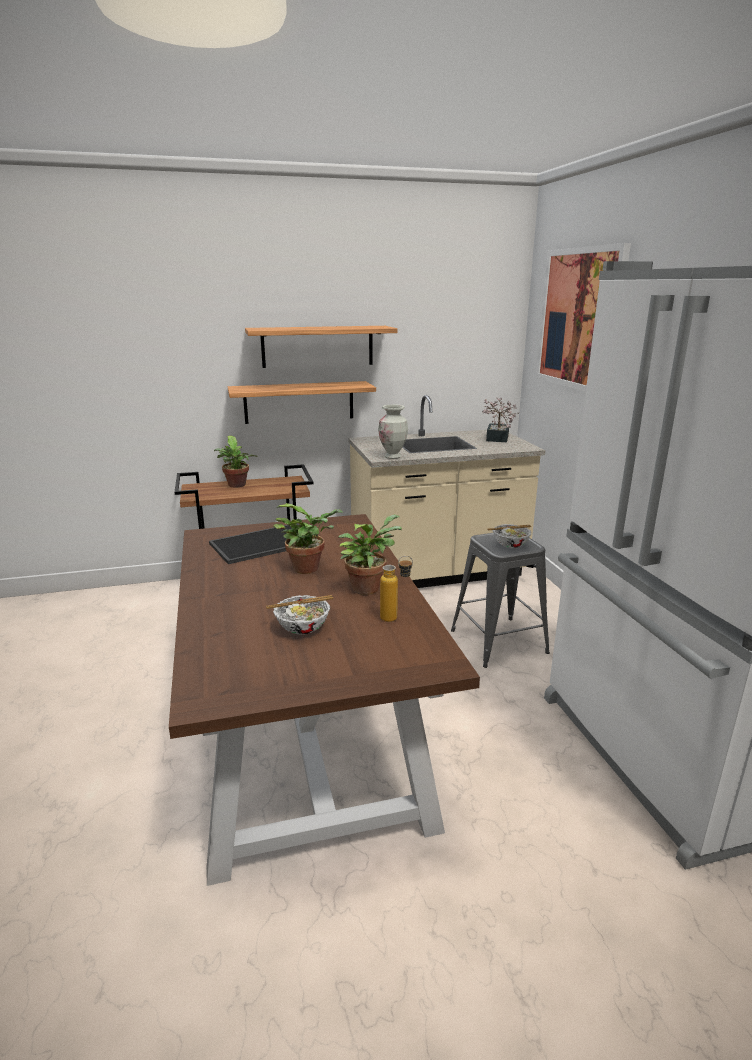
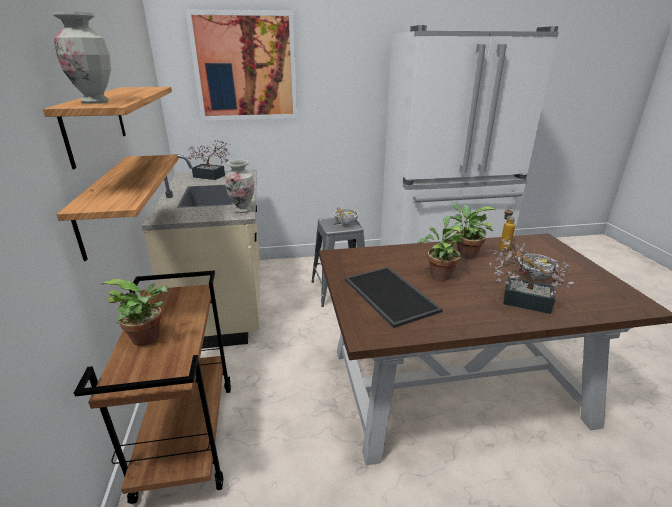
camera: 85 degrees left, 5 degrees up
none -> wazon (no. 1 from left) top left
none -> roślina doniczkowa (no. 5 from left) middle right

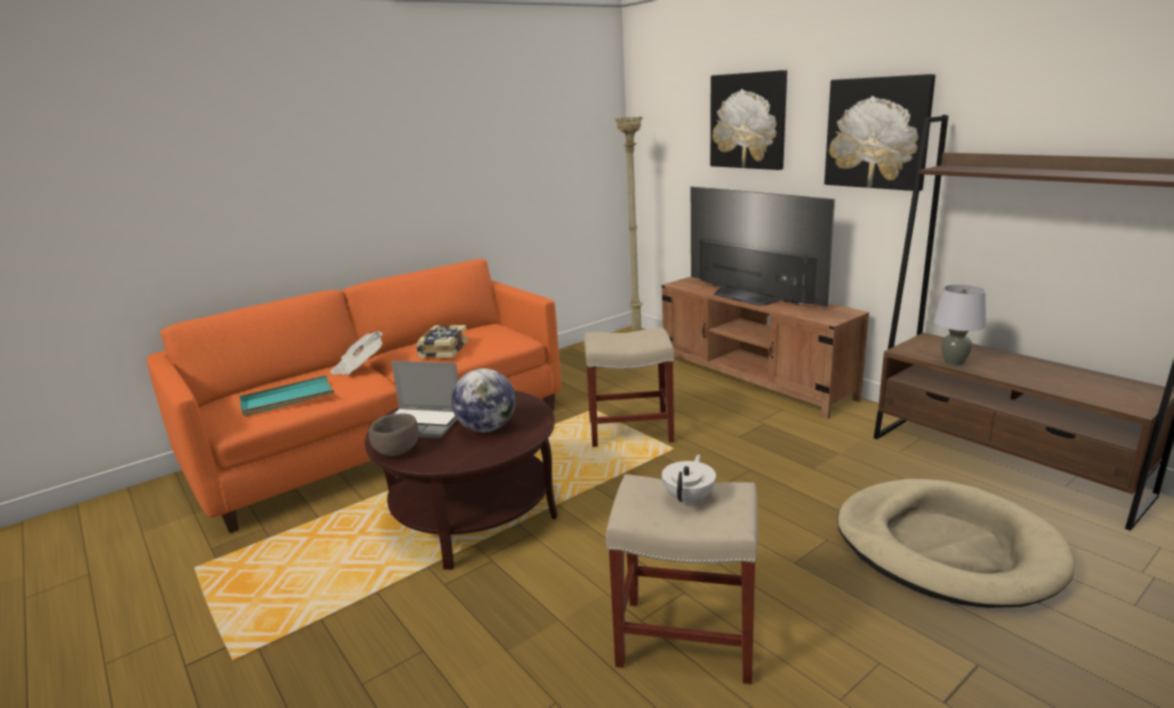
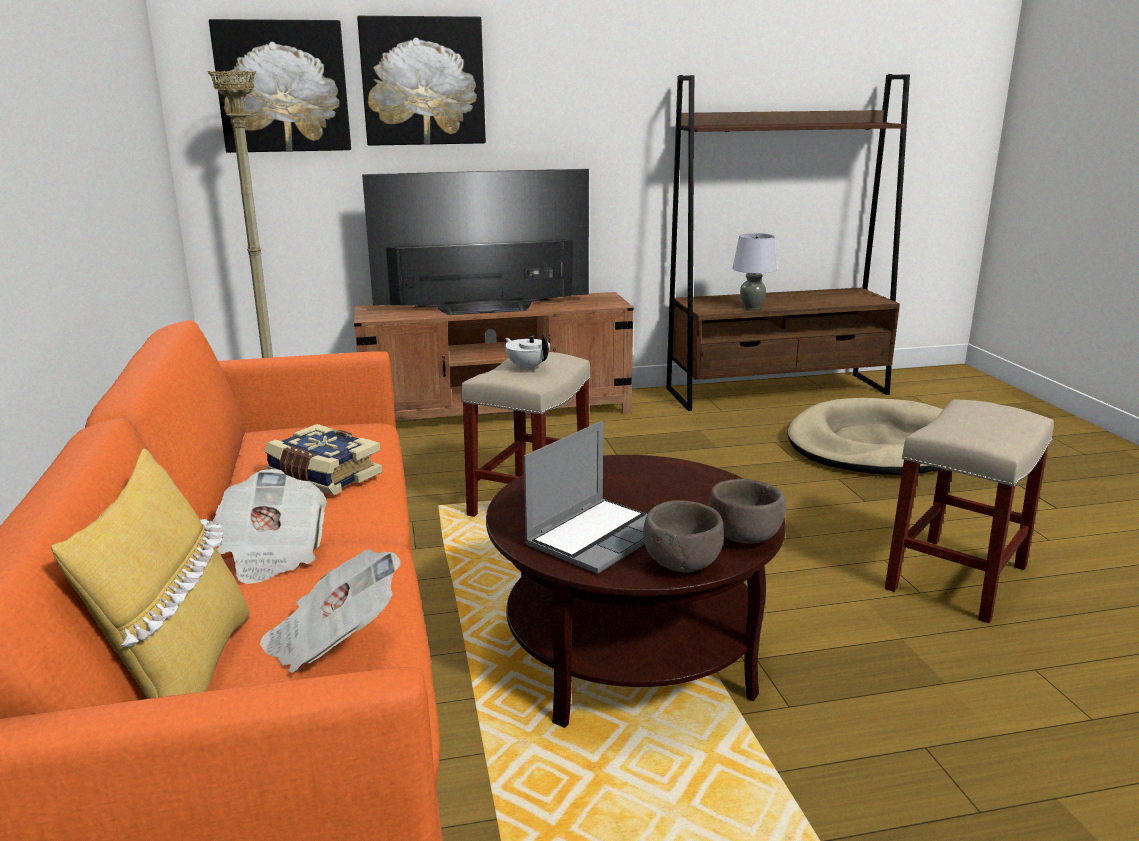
camera: 65 degrees left, 0 degrees up
none -> poduszka (żółty) bottom left
obraz (no. 2 from left in the first image) top right -> obraz (no. 1 from left) top left, relocated
taca (turkusowy) middle left -> gazeta (no. 2 from left) bottom left
imbryk (biały) bottom centre -> imbryk (biały) centre, relocated
none -> miska (brązowy) (no. 2 from left) centre
globus centre -> none

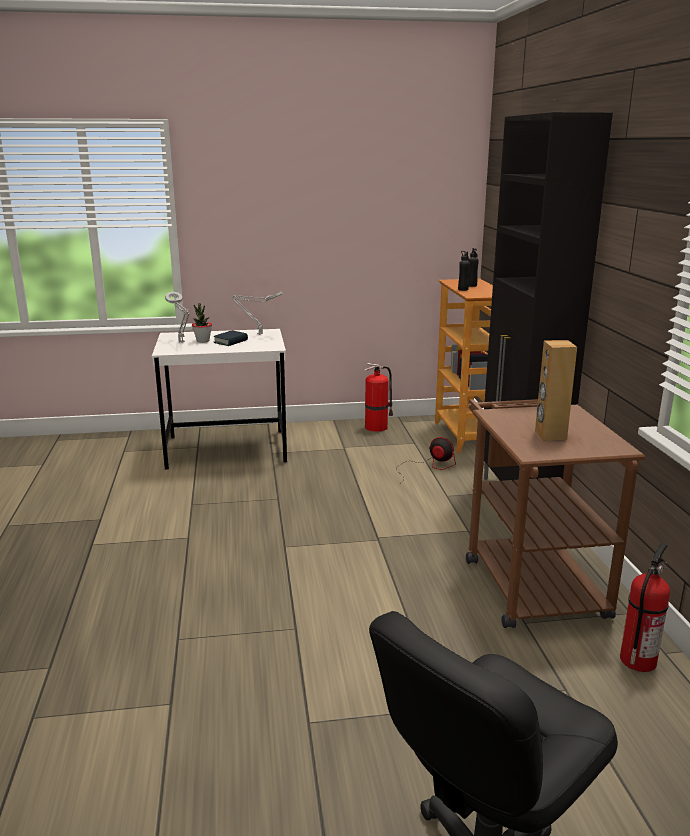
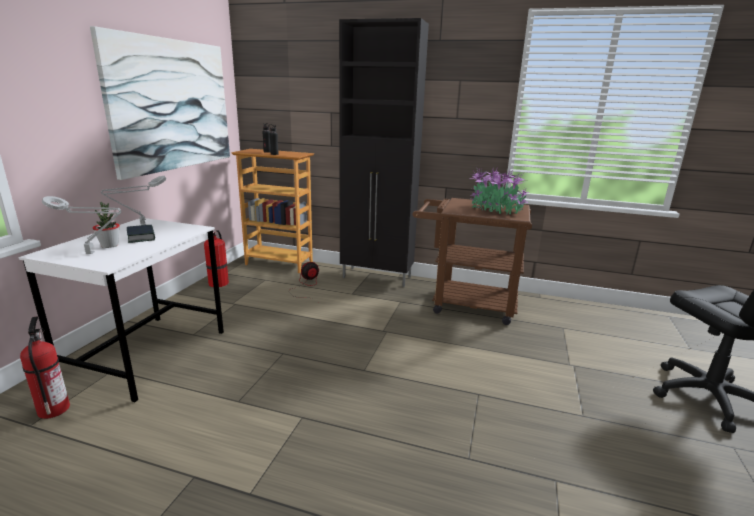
camera: 65 degrees left, 0 degrees up
gaśnica (no. 2 from left in the first image) bottom right -> gaśnica (no. 1 from left) bottom left, relocated
none -> obraz top left
głośnik (brązowy) middle right -> roślina doniczkowa (no. 2 from left) centre

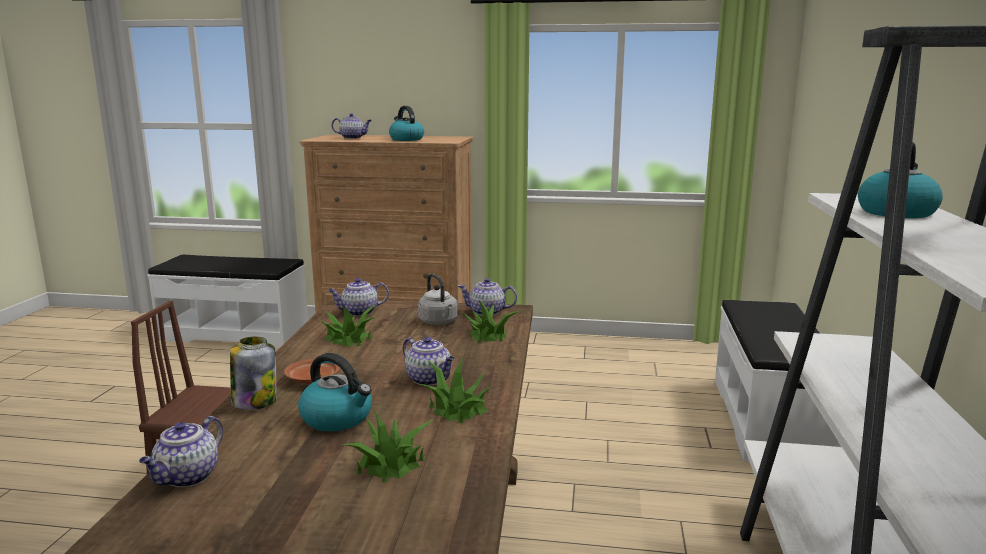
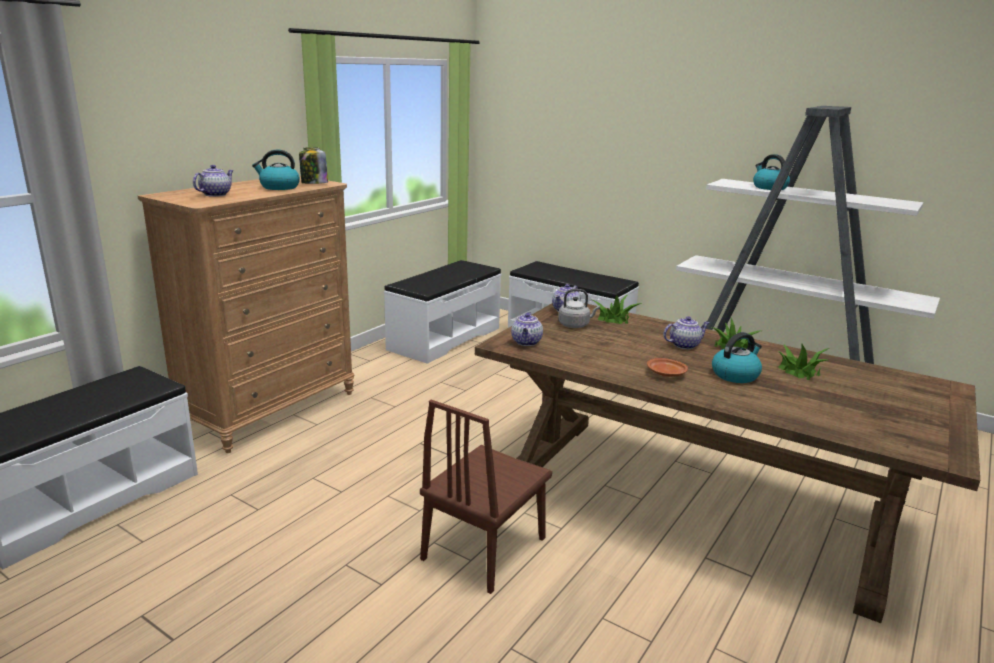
camera: 65 degrees left, 5 degrees up
słoik bottom left -> słoik top left, relocated
none -> ławka (biały) (no. 2 from left) centre
imbryk (no. 1 from left) bottom left -> none
roślina doniczkowa (no. 1 from left) centre -> none

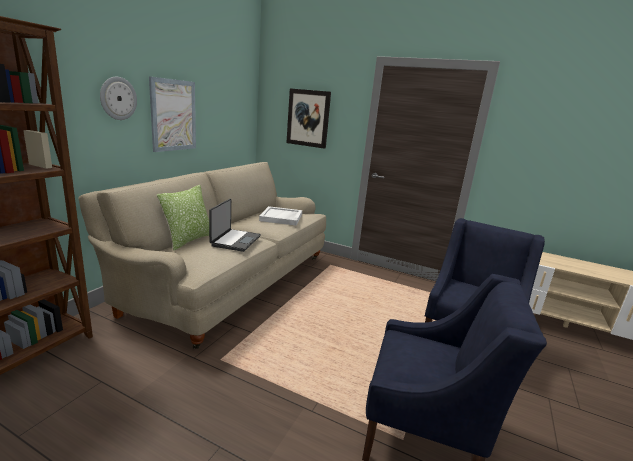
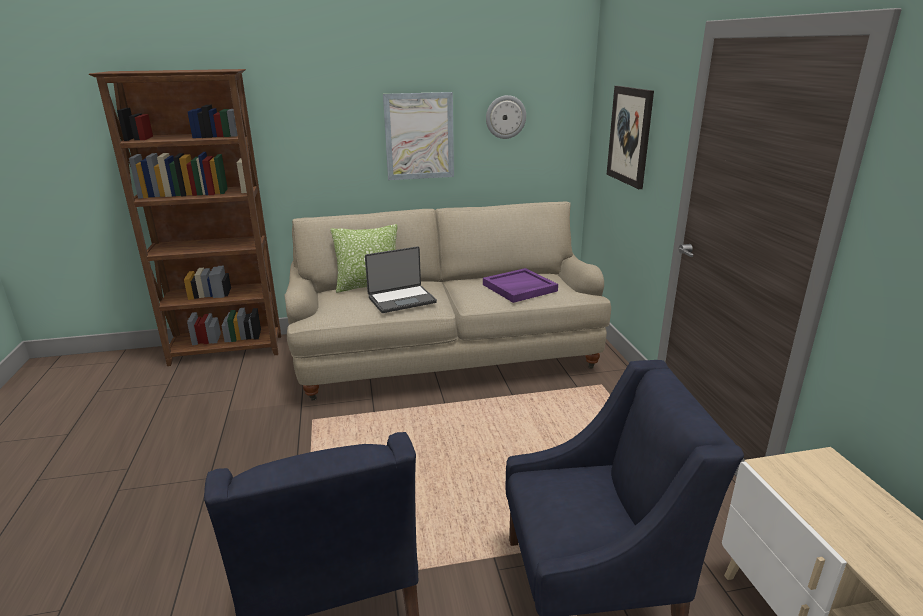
camera: 55 degrees right, 5 degrees up
taca (biały) centre -> taca (fioletowy) centre
zegar ścienny top left -> zegar ścienny top centre, relocated

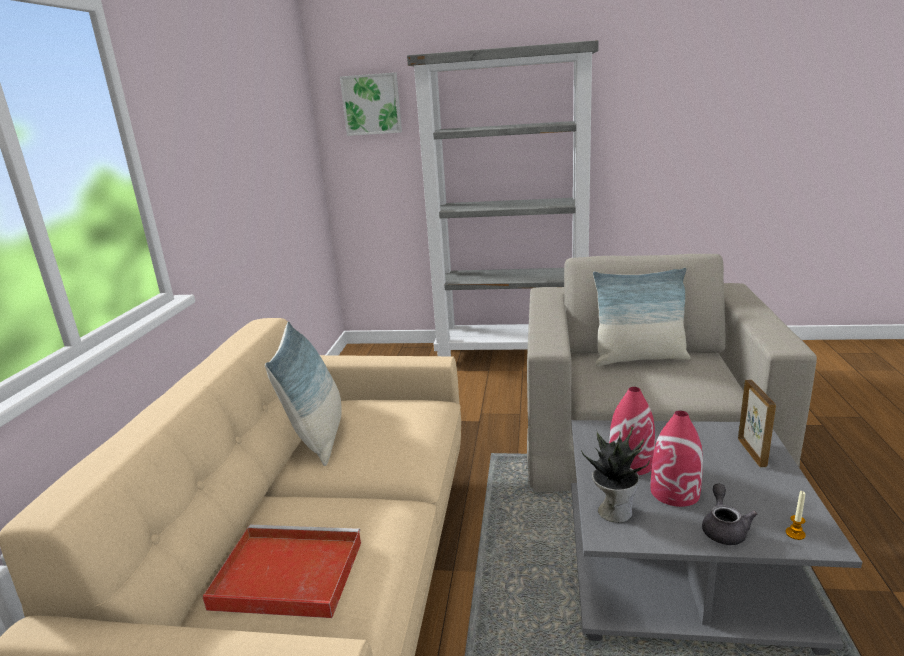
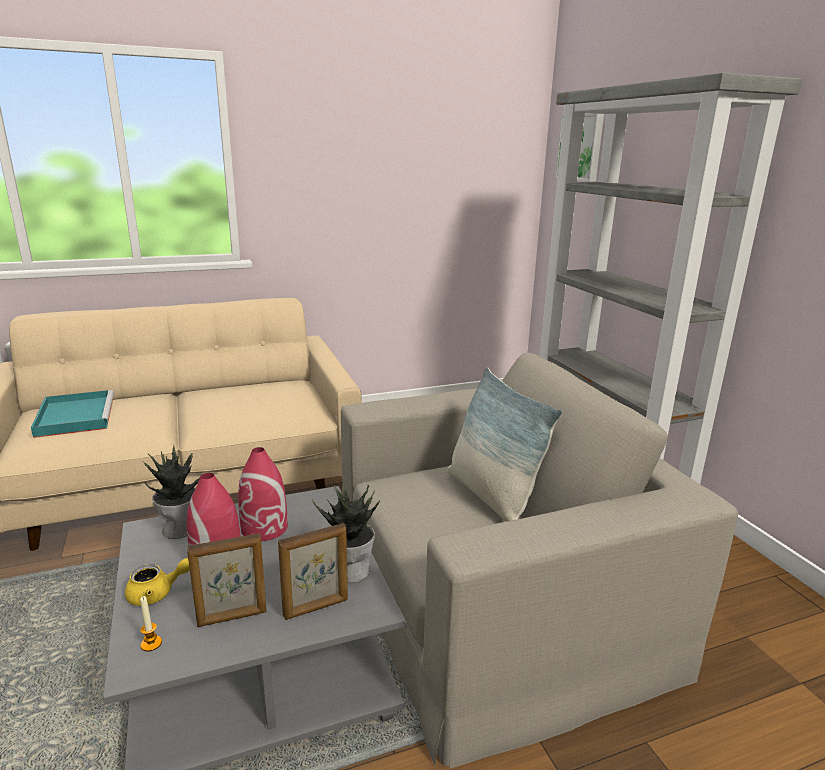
camera: 60 degrees right, 0 degrees up
taca (czerwony) bottom left -> taca (turkusowy) middle left
imbryk (szary) bottom right -> imbryk (żółty) bottom left
none -> ramka na zdjęcie (no. 1 from left) bottom left
none -> roślina doniczkowa (no. 2 from left) bottom centre
poduszka (no. 1 from left) centre -> none

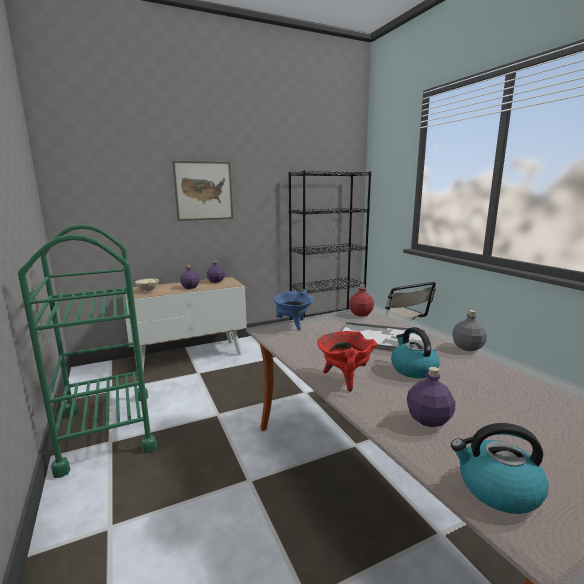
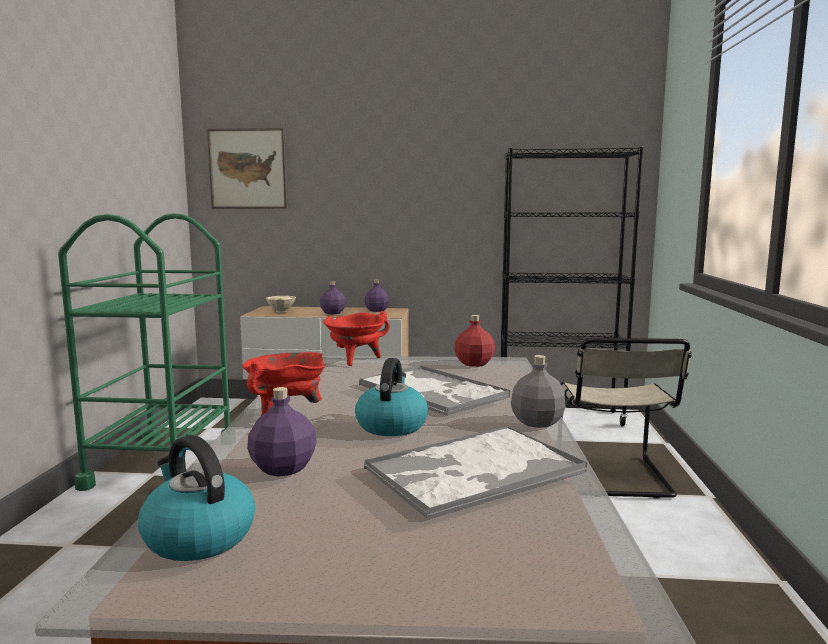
camera: 30 degrees right, 5 degrees down
obraz top centre -> obraz top left, relocated
garnek (niebieski) centre -> garnek (czerwony) (no. 2 from left) centre
none -> taca (no. 2 from left) bottom centre

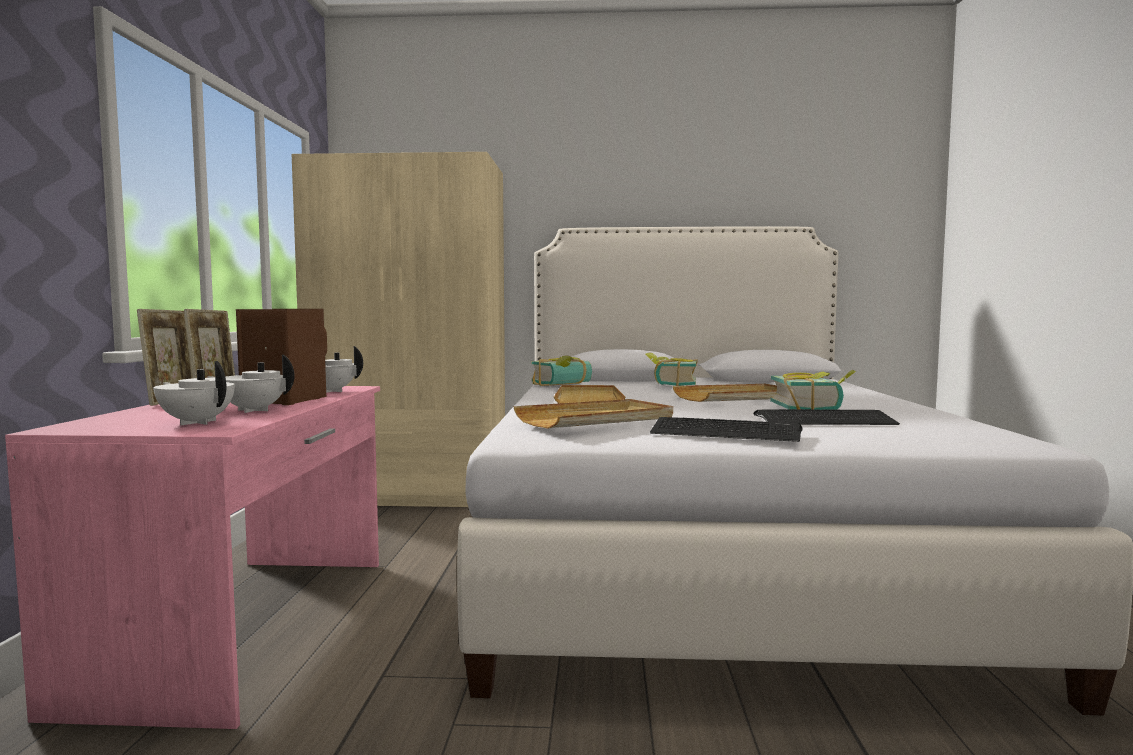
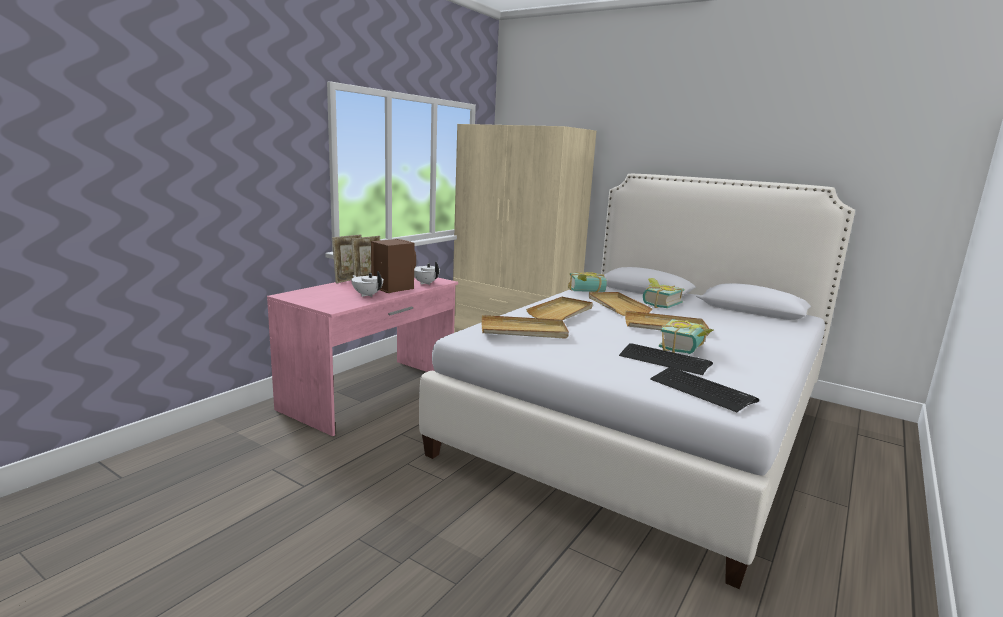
camera: 30 degrees right, 10 degrees up
none -> taca (beżowy) (no. 3 from left) centre
klawiatura (no. 1 from left in the first image) centre -> klawiatura (no. 2 from left) middle right, relocated
imbryk (biały) (no. 1 from left) middle left -> none

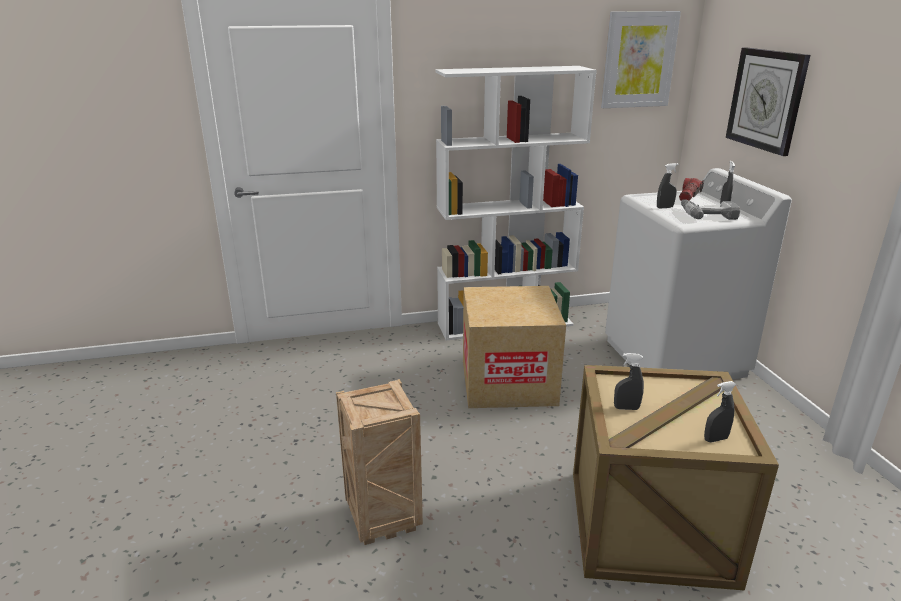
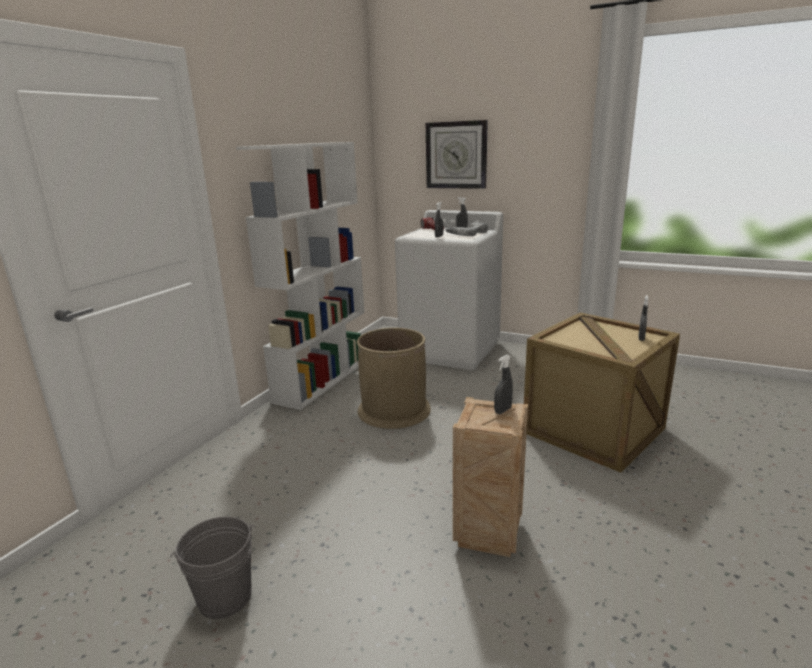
camera: 50 degrees left, 5 degrees down
none -> wiadro (szary) bottom left
karton centre -> kosz na śmieci (brązowy) centre
spryskiwacz (szary) (no. 1 from left in the first image) middle right -> spryskiwacz (szary) (no. 3 from left) centre, relocated
obraz top right -> none

